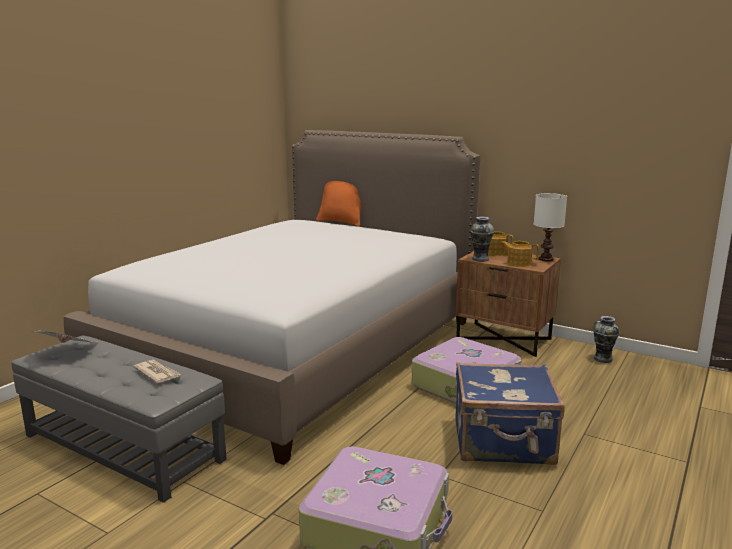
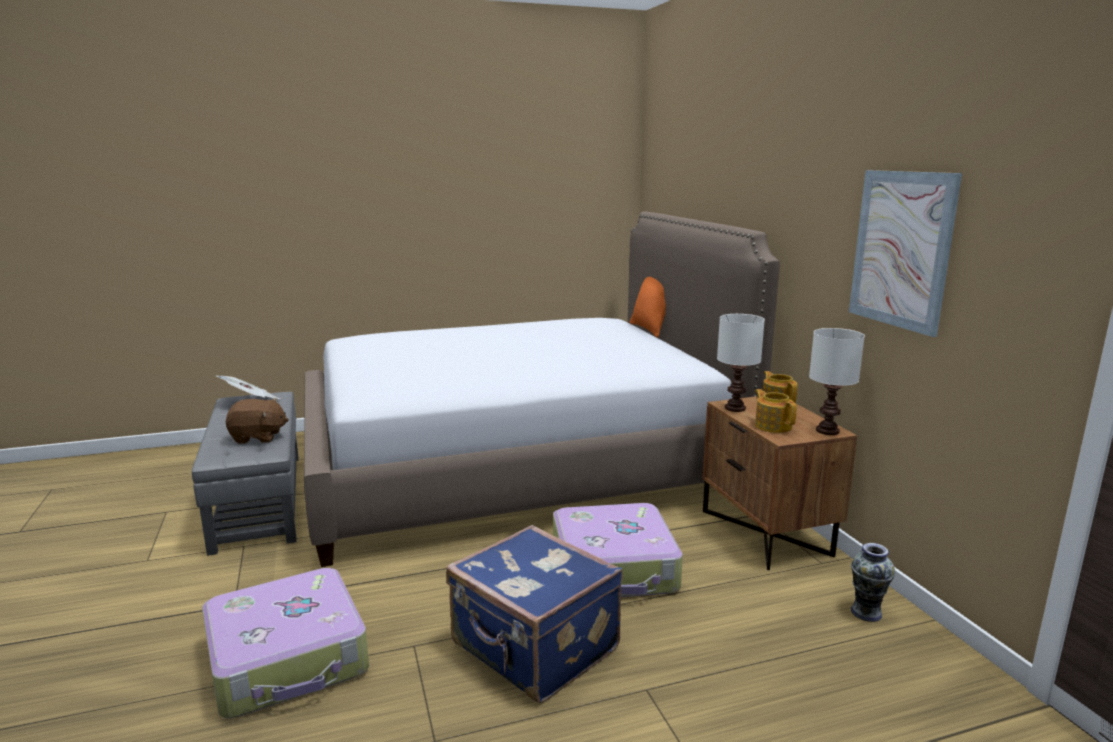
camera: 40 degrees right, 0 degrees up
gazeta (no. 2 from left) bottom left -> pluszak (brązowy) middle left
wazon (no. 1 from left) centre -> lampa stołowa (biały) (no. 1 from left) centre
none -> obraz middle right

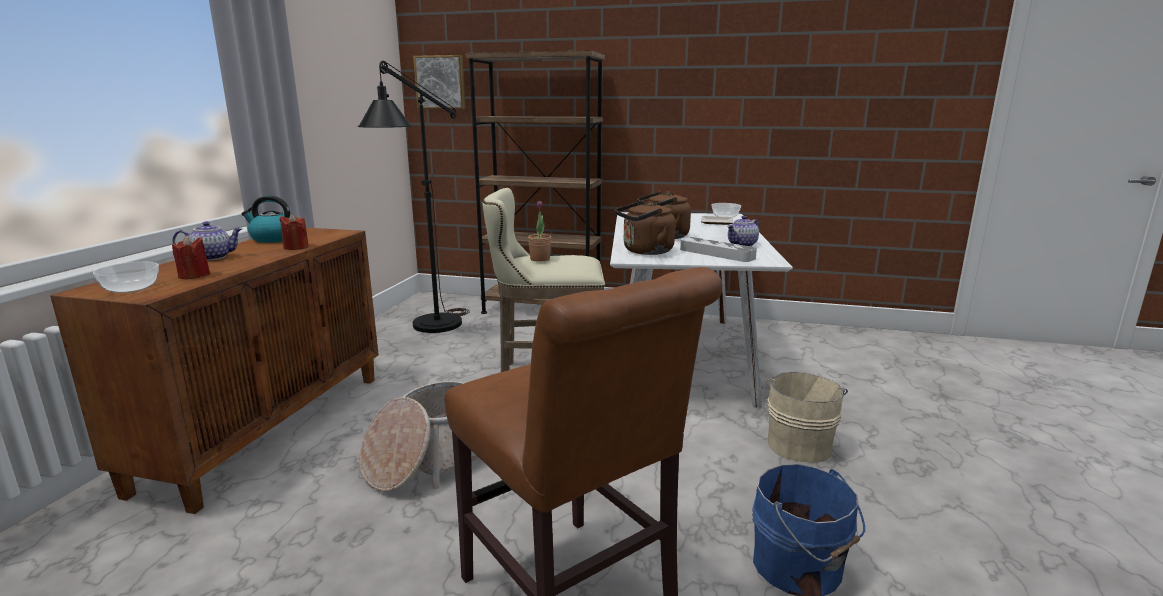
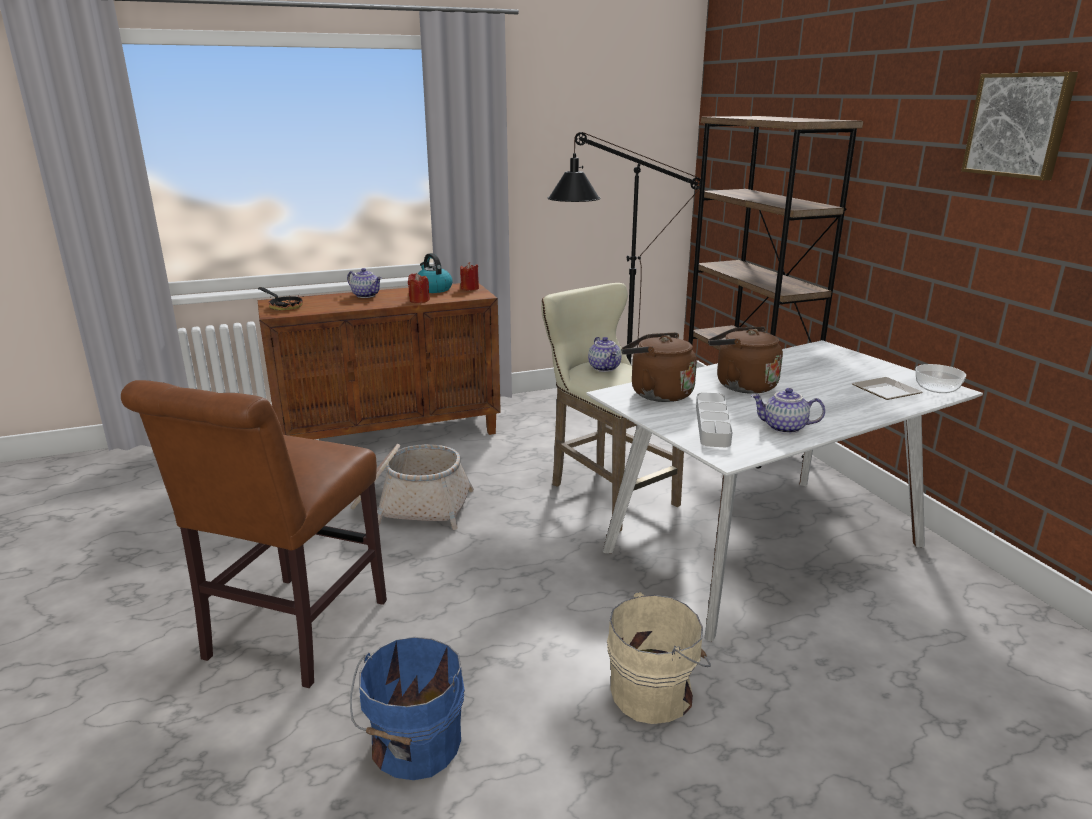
camera: 55 degrees right, 5 degrees up
miska (no. 1 from left) middle left -> patelnia middle left
świeca (czerwony) (no. 1 from left in the first image) middle left -> świeca (czerwony) (no. 2 from left) centre, relocated
roślina doniczkowa centre -> imbryk (no. 2 from left) centre
obraz top centre -> obraz top right, relocated

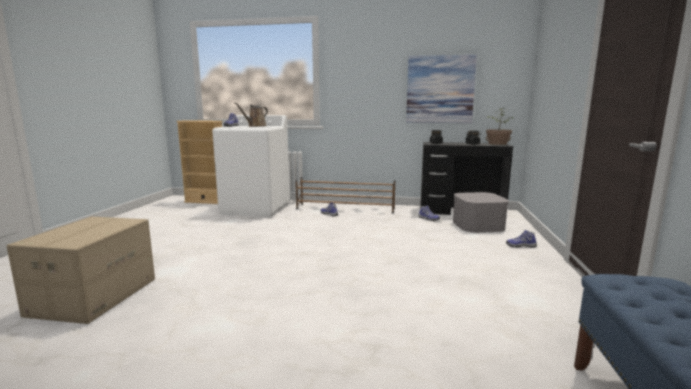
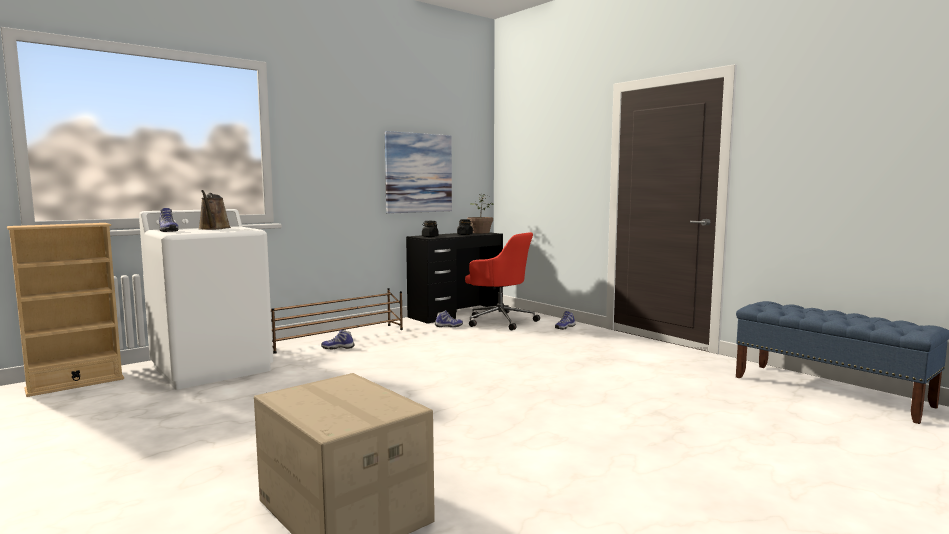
camera: 50 degrees left, 5 degrees down
pojemnik do przechowywania (szary) middle right -> krzesło biurowe (czerwony) centre

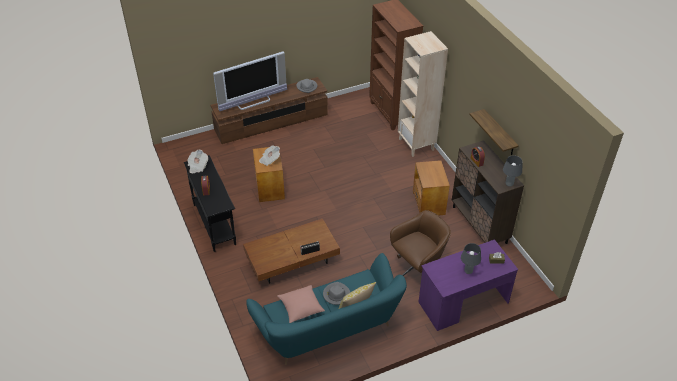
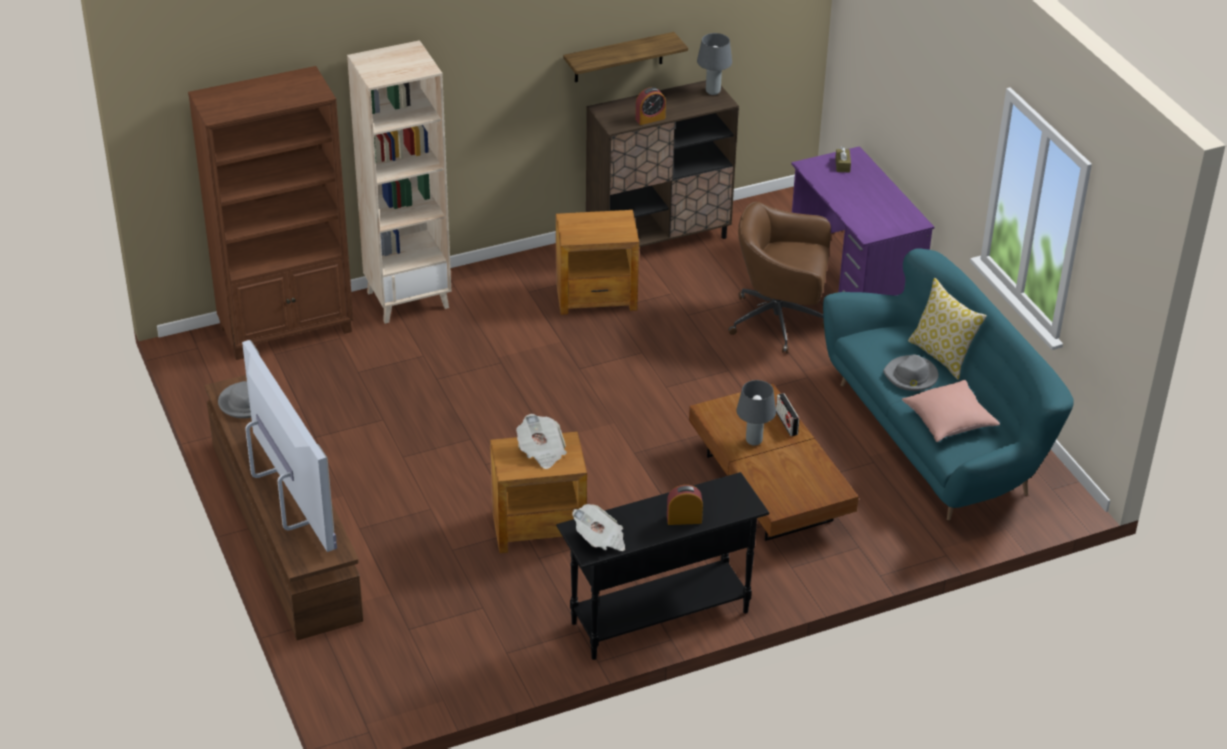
camera: 90 degrees left, 5 degrees down
krzesło biurowe (brązowy) centre, 45 degrees counterclockwise
lampa stołowa (szary) (no. 1 from left in the first image) bottom right -> lampa stołowa (szary) (no. 2 from left) centre, relocated

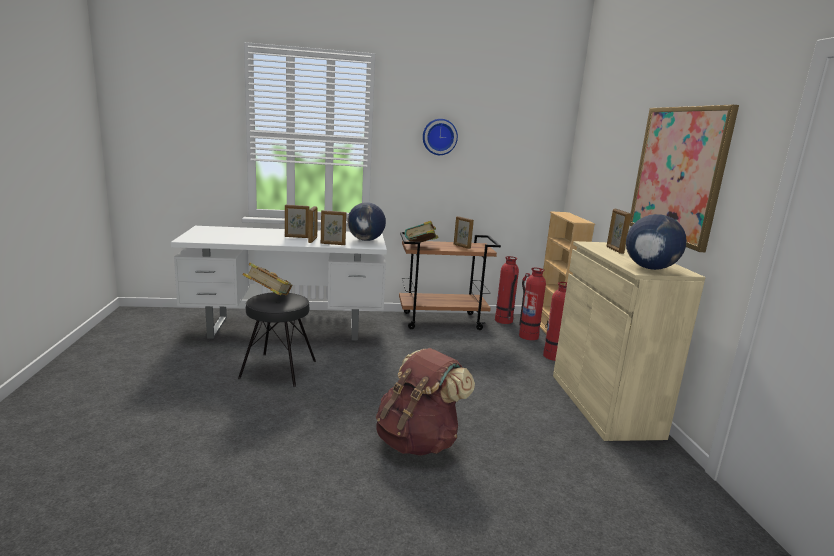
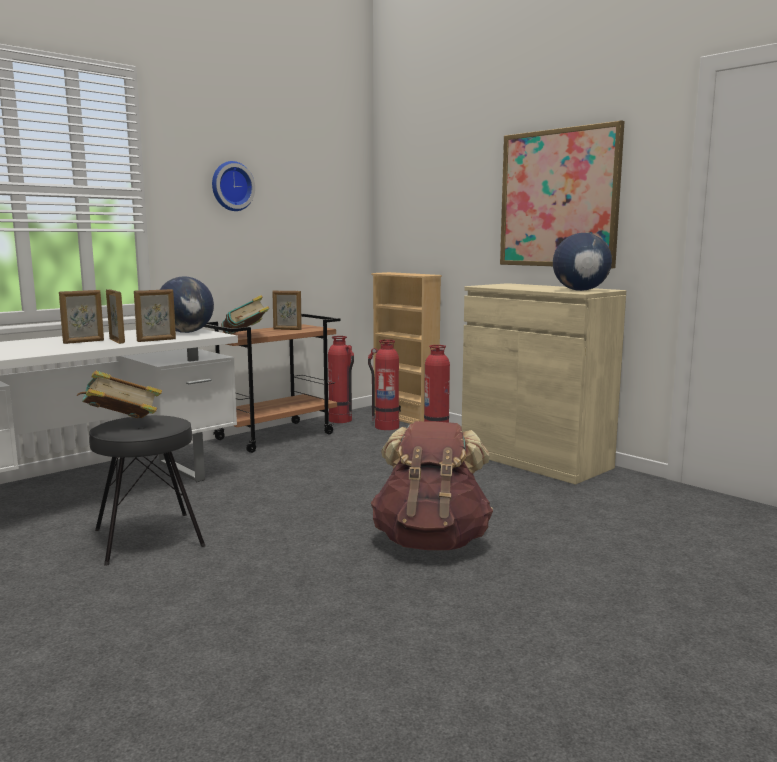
camera: 35 degrees left, 5 degrees down
ramka na zdjęcie (no. 5 from left) middle right -> none

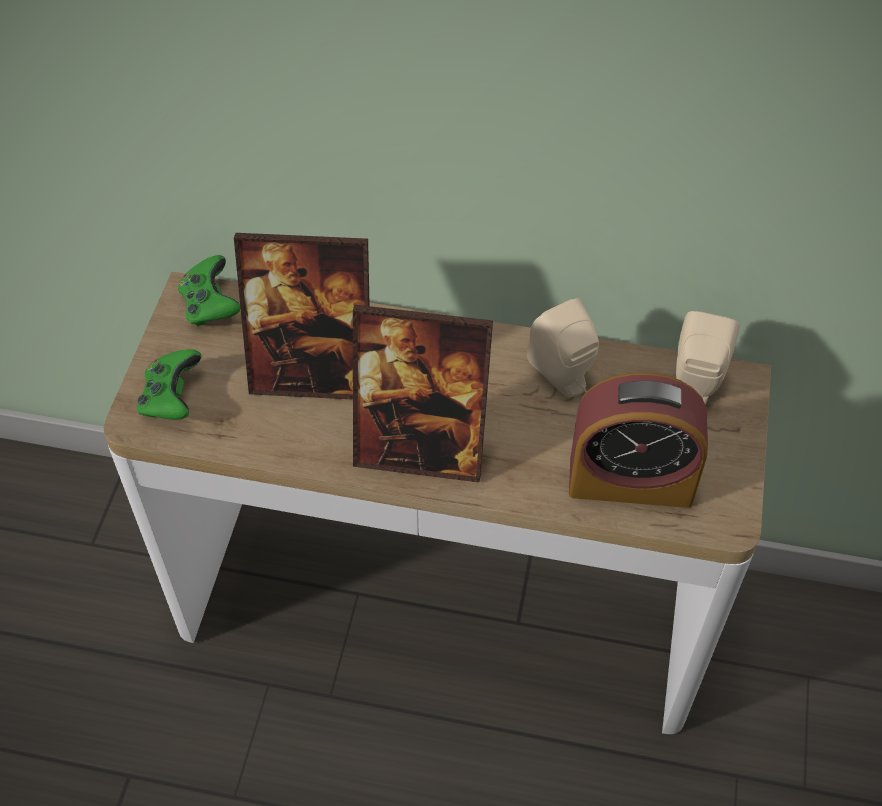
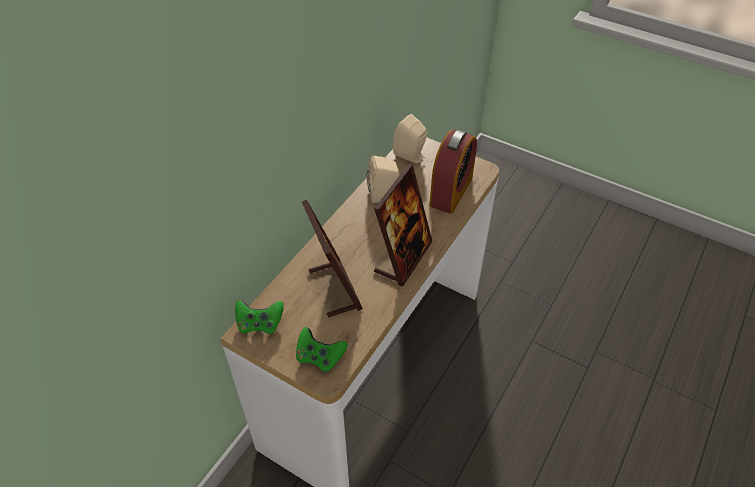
camera: 70 degrees left, 5 degrees down
ramka na zdjęcie (no. 1 from left) centre, 45 degrees counterclockwise

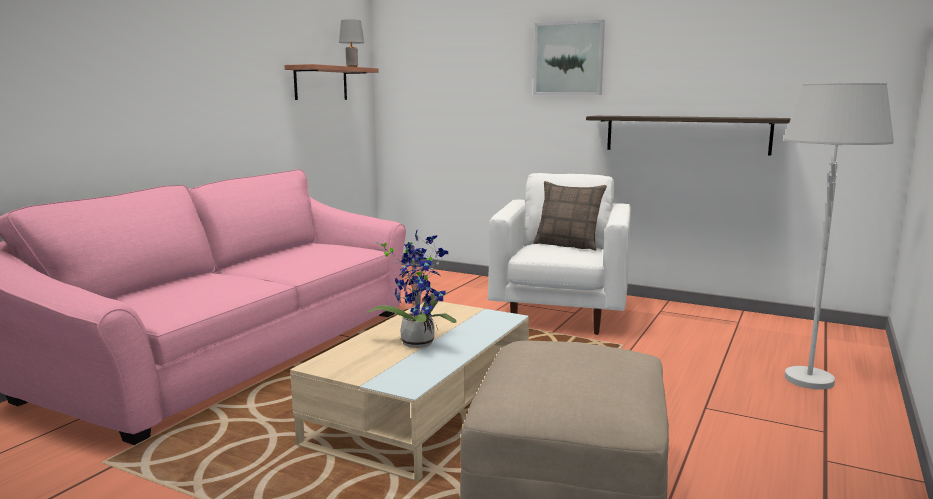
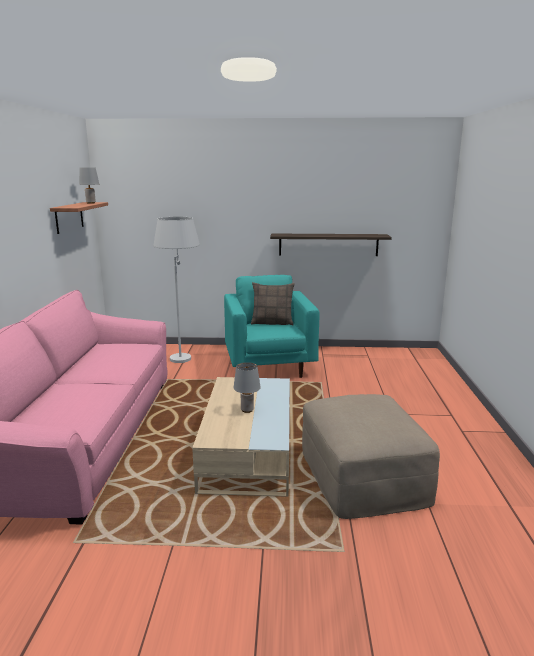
camera: 25 degrees left, 5 degrees up
lampa stojąca (biały) middle right -> lampa stojąca (biały) middle left, relocated
fotel (biały) centre -> fotel (turkusowy) centre
roślina doniczkowa centre -> lampa stołowa (szary) (no. 2 from left) centre
obraz top centre -> none

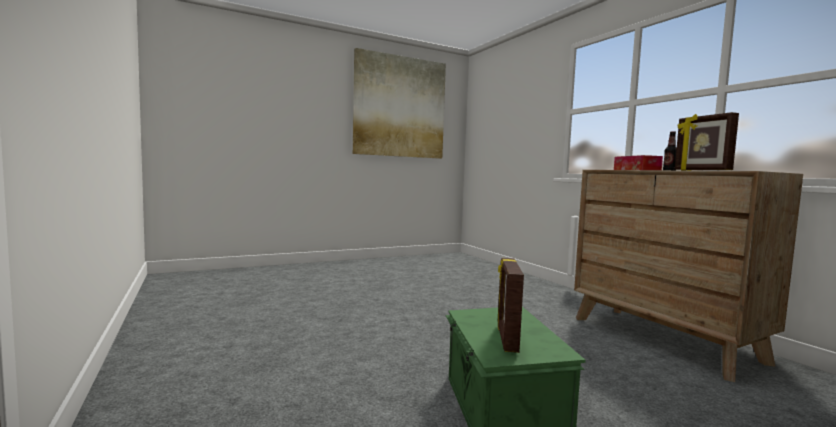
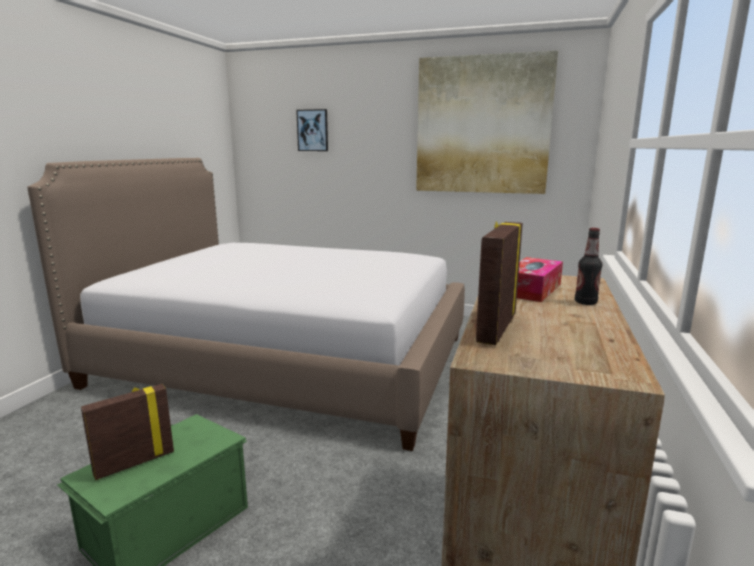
camera: 45 degrees right, 10 degrees up
none -> łóżko middle left
none -> obraz (no. 1 from left) top centre

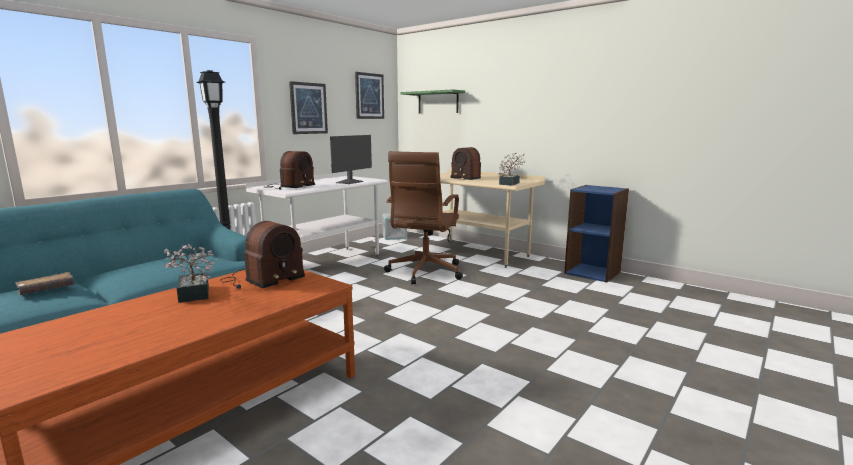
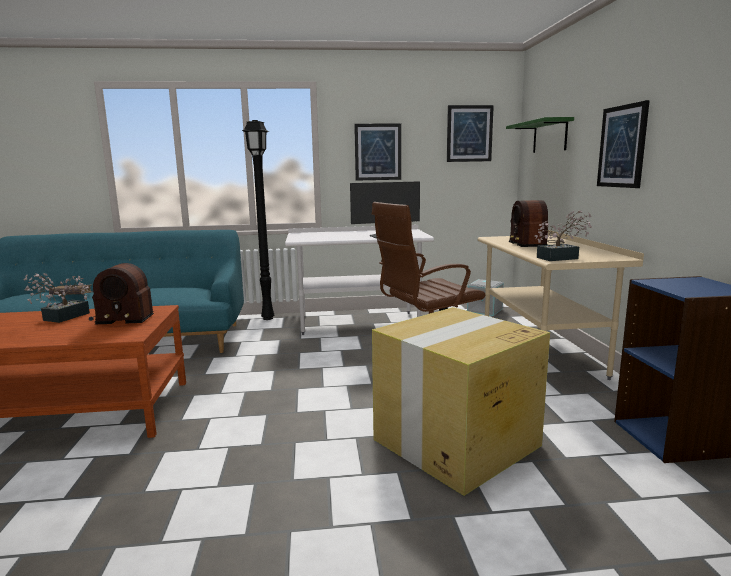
camera: 45 degrees right, 0 degrees up
none -> karton bottom centre
none -> obraz (no. 3 from left) top right
radio (no. 2 from left) centre -> none

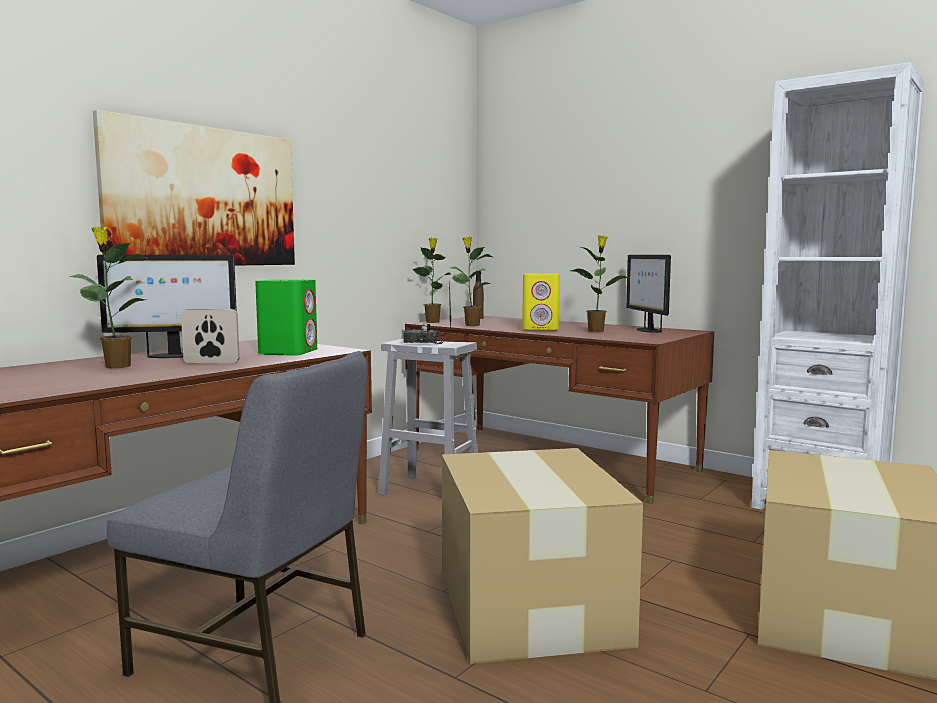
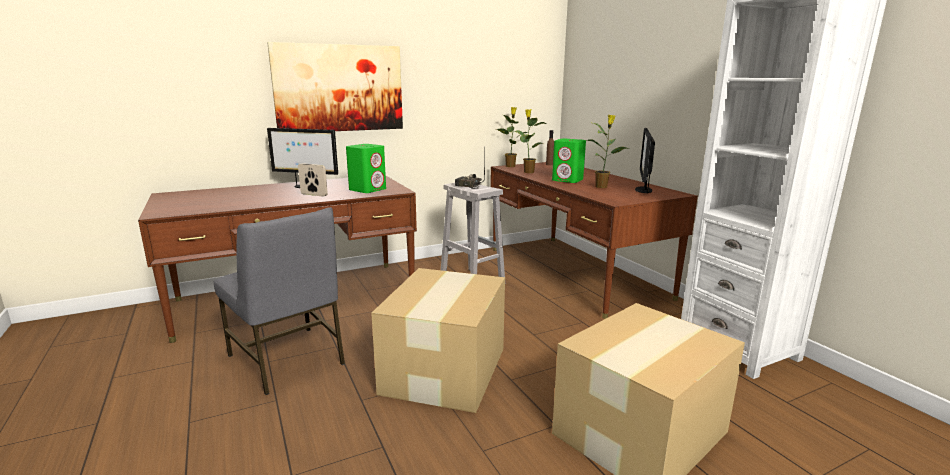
camera: 25 degrees right, 10 degrees up
głośnik (żółty) centre -> głośnik (zielony) (no. 2 from left) centre
roślina doniczkowa (no. 1 from left) middle left -> none

